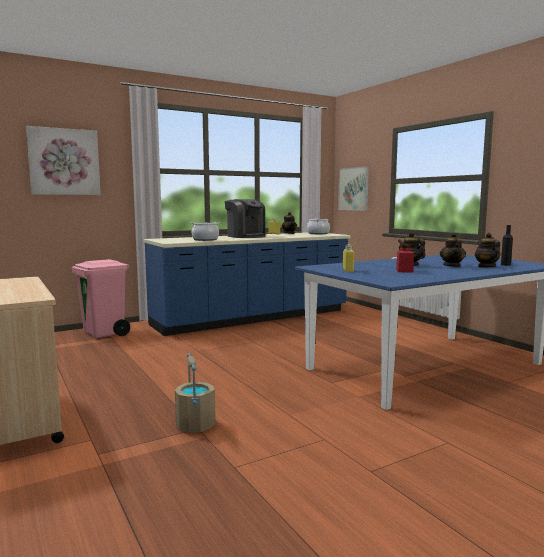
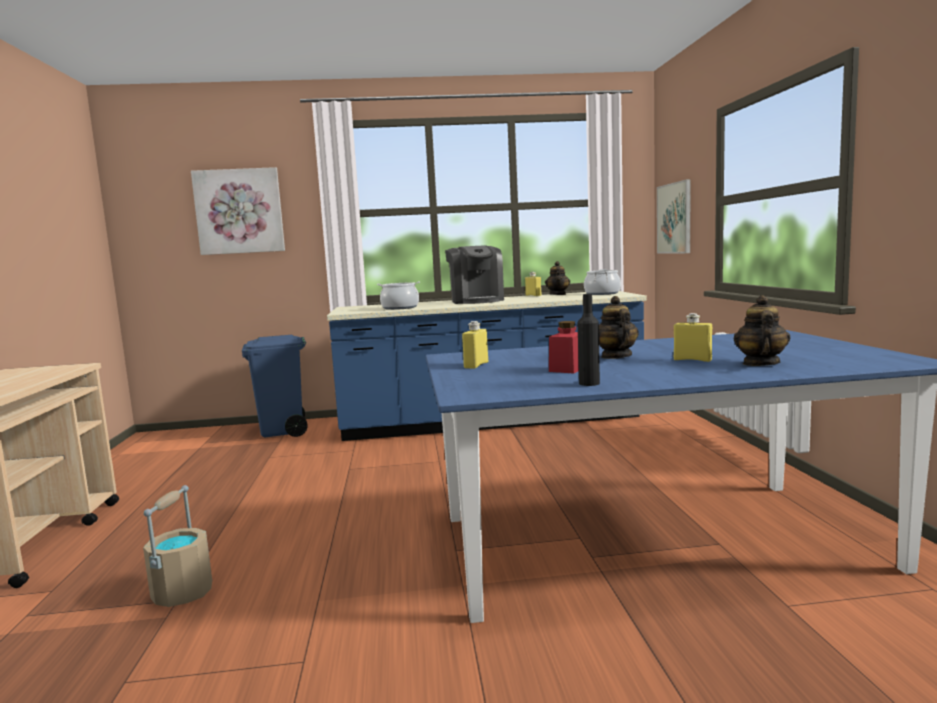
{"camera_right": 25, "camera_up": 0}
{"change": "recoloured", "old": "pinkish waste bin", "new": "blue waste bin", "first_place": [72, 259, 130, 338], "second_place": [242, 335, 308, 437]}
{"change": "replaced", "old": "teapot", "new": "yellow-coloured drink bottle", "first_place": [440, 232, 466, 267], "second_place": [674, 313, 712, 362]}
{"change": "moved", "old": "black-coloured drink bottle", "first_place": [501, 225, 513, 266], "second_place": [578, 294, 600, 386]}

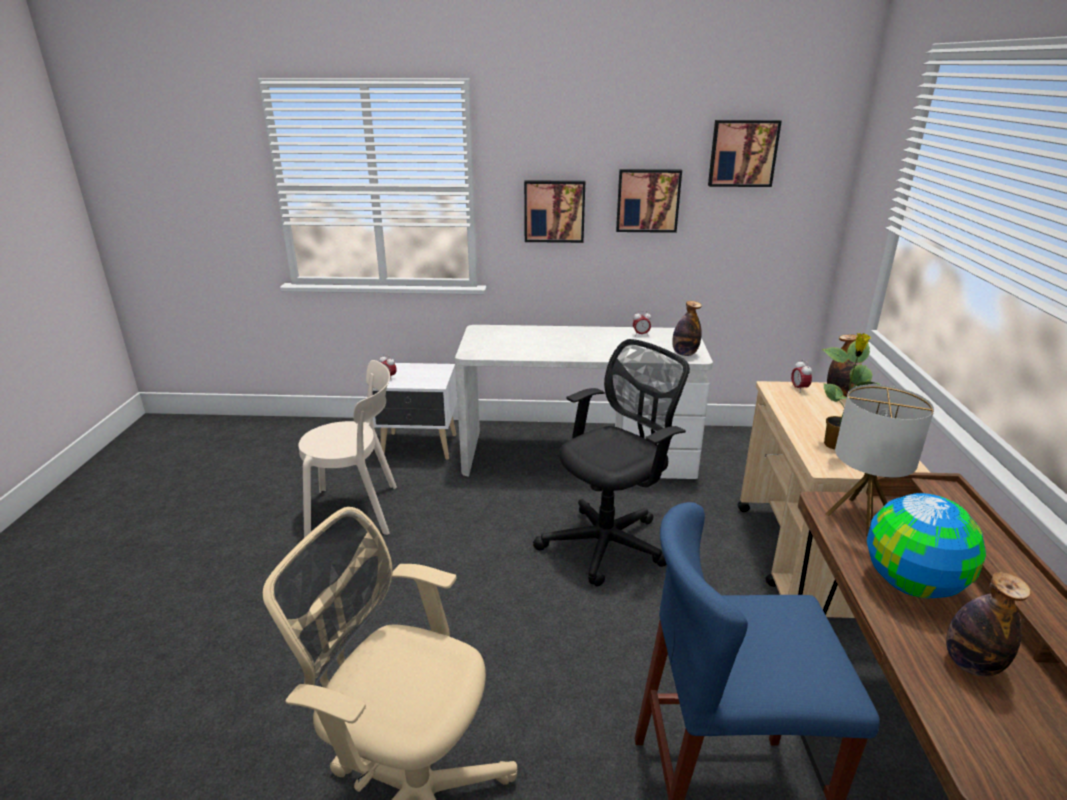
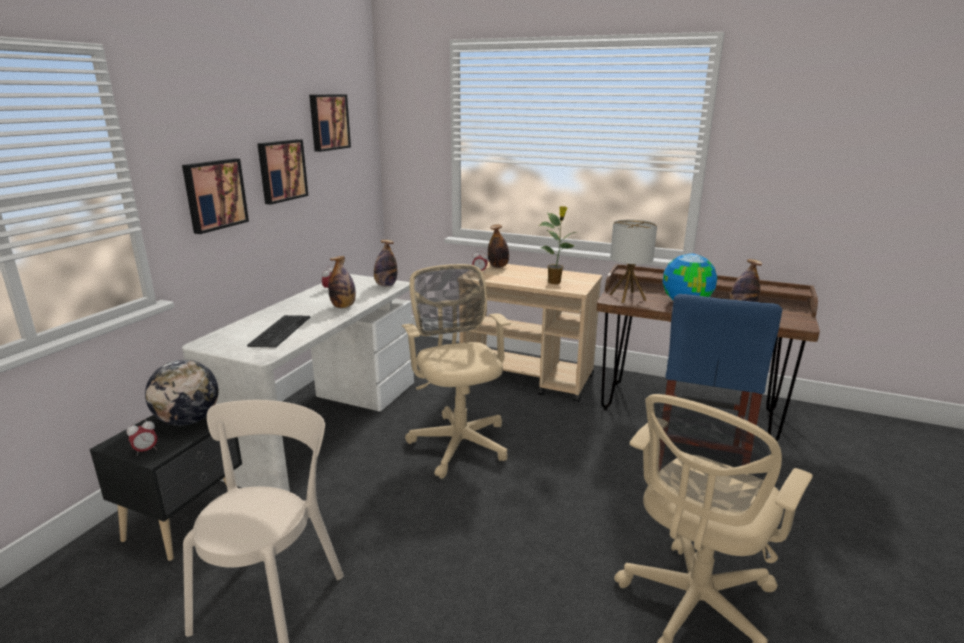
{"camera_right": -70, "camera_up": -5}
{"change": "recoloured", "old": "white bedside table", "new": "black-coloured bedside table", "first_place": [372, 363, 457, 460], "second_place": [90, 415, 242, 561]}
{"change": "recoloured", "old": "black-coloured computer chair", "new": "beige-coloured computer chair", "first_place": [533, 339, 690, 587], "second_place": [402, 264, 511, 479]}
{"change": "added", "new": "desk globe", "second_place": [145, 360, 218, 426]}
{"change": "added", "new": "keyboard", "second_place": [247, 315, 310, 348]}
{"change": "added", "new": "drink bottle", "second_place": [328, 256, 356, 308]}

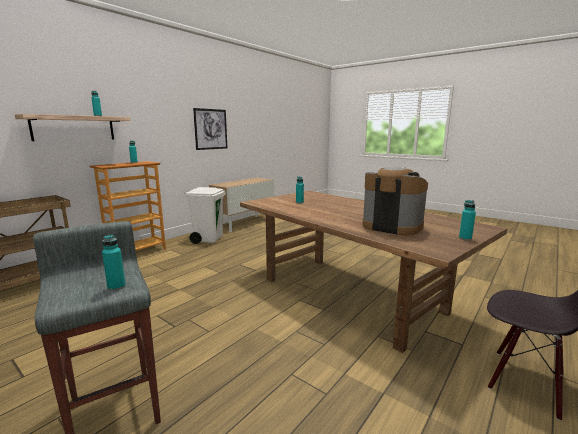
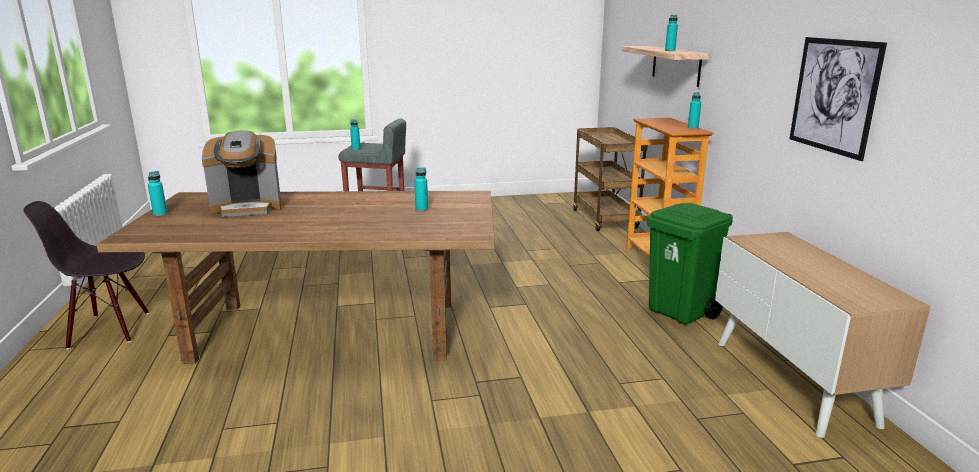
{"camera_right": 130, "camera_up": 5}
{"change": "recoloured", "old": "white waste bin", "new": "green-coloured waste bin", "first_place": [184, 187, 225, 244], "second_place": [647, 203, 733, 325]}

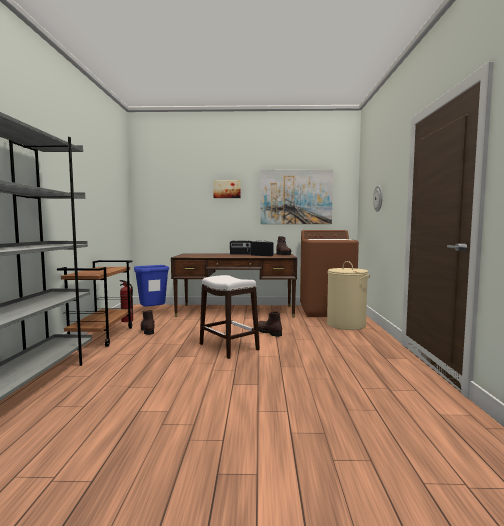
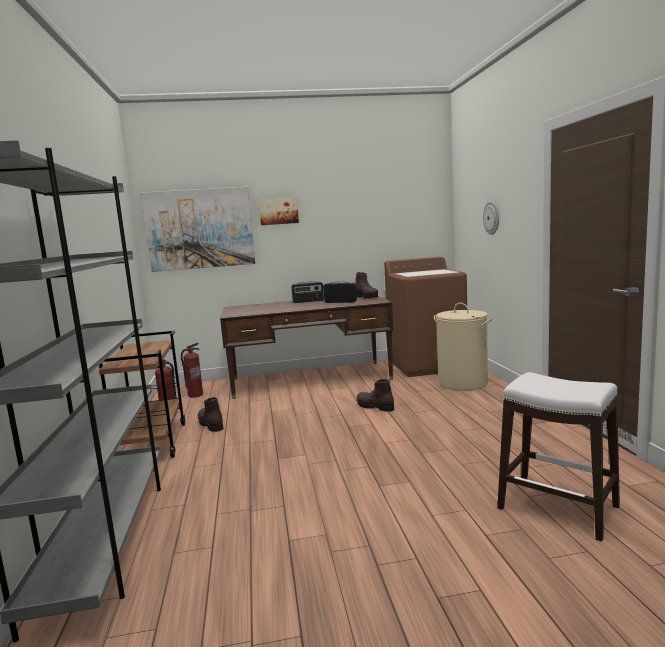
{"camera_right": -10, "camera_up": 5}
{"change": "replaced", "old": "blue waste bin", "new": "extinguisher", "first_place": [134, 265, 169, 307], "second_place": [181, 343, 203, 398]}
{"change": "moved", "old": "white sitting stool", "first_place": [200, 275, 260, 359], "second_place": [497, 372, 620, 542]}
{"change": "moved", "old": "picture", "first_place": [260, 169, 333, 224], "second_place": [141, 187, 255, 272]}

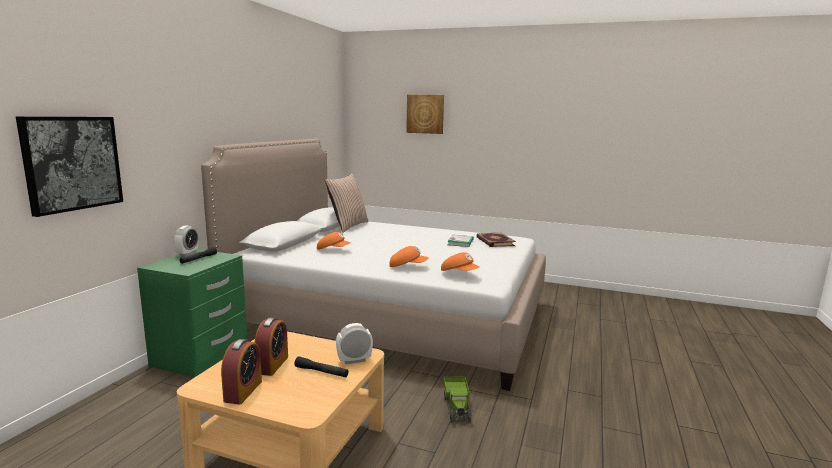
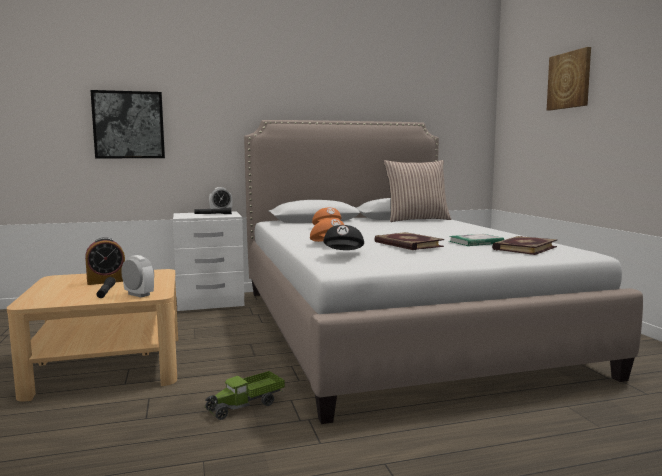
{"camera_right": 55, "camera_up": -5}
{"change": "recoloured", "old": "green-coloured bedside table", "new": "white bedside table", "first_place": [137, 249, 247, 378], "second_place": [173, 211, 244, 311]}
{"change": "removed", "old": "bedside clock", "first_place": [221, 339, 262, 405]}
{"change": "recoloured", "old": "orangey baseball cap", "new": "black-coloured baseball cap", "first_place": [441, 252, 479, 271], "second_place": [323, 225, 364, 250]}
{"change": "added", "new": "volume", "second_place": [374, 232, 444, 250]}

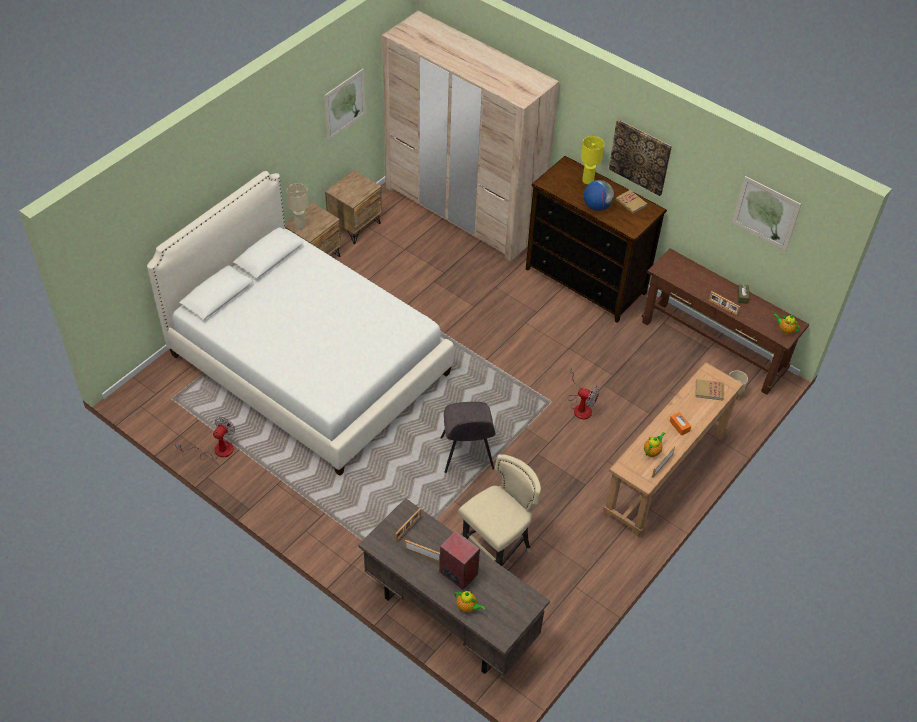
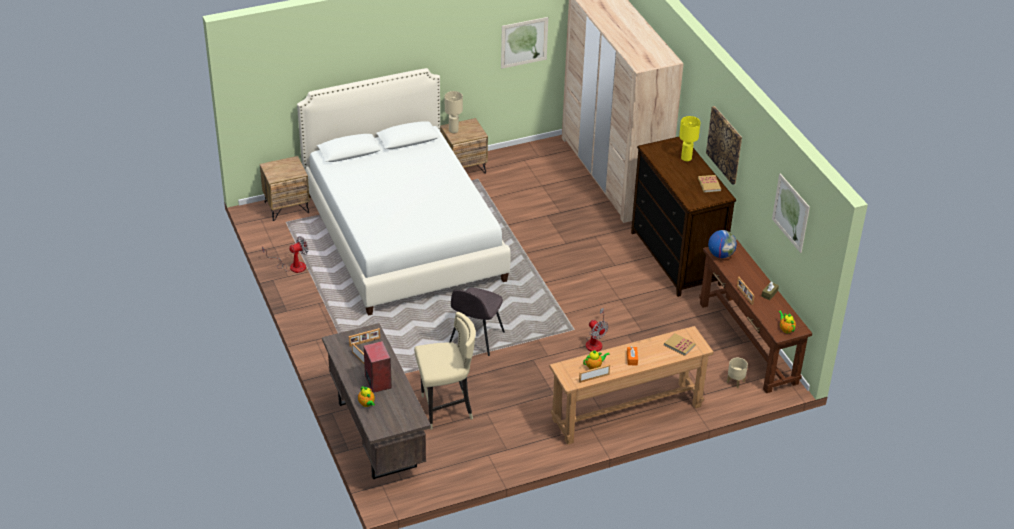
{"camera_right": 30, "camera_up": -10}
{"change": "moved", "old": "brown-coloured bedside table", "first_place": [325, 170, 382, 244], "second_place": [260, 156, 310, 221]}
{"change": "moved", "old": "desk globe", "first_place": [584, 180, 614, 211], "second_place": [708, 230, 737, 258]}

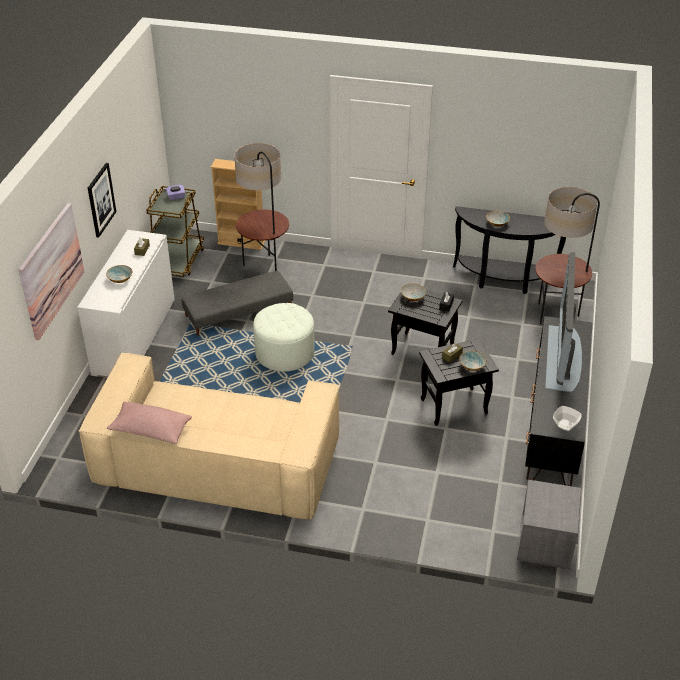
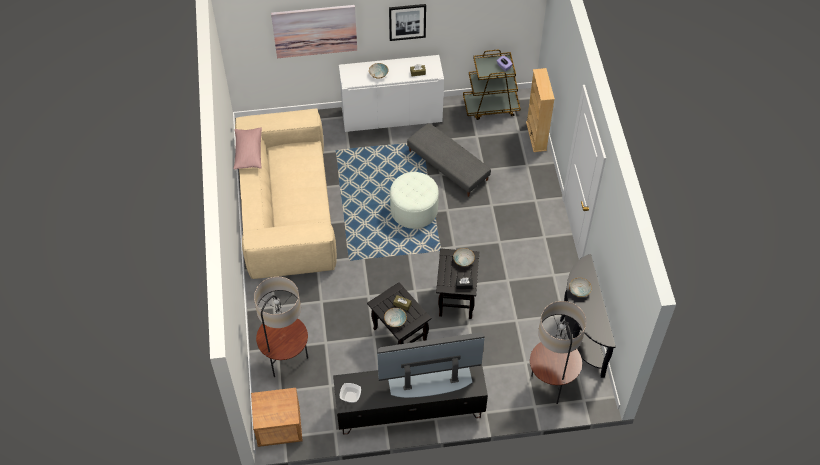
{"camera_right": 70, "camera_up": 15}
{"change": "moved", "old": "standard lamp", "first_place": [234, 143, 289, 271], "second_place": [254, 277, 308, 377]}
{"change": "recoloured", "old": "grey bedside table", "new": "brown-coloured bedside table", "first_place": [517, 480, 581, 569], "second_place": [251, 388, 302, 447]}

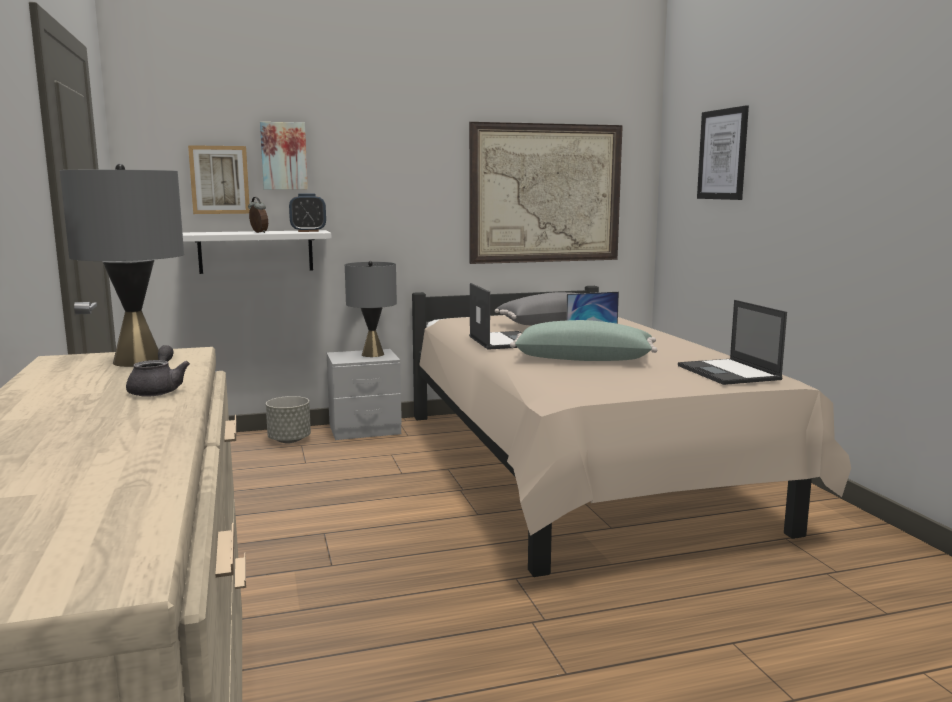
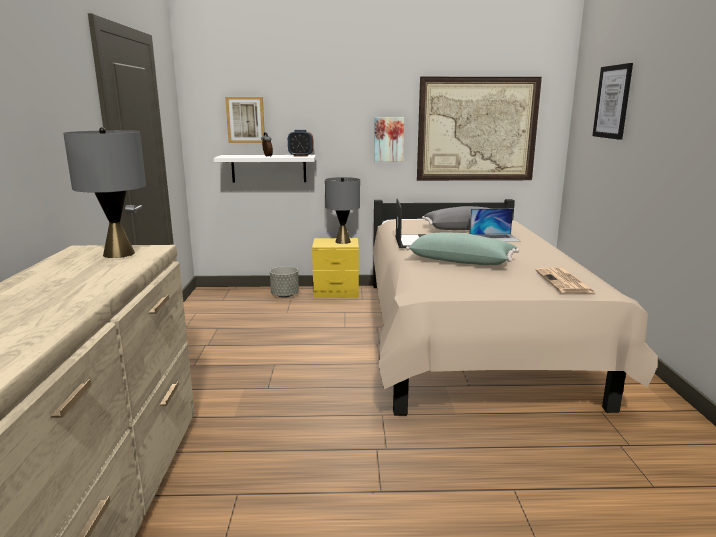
{"camera_right": 15, "camera_up": 5}
{"change": "removed", "old": "grey teapot", "first_place": [126, 345, 190, 396]}
{"change": "moved", "old": "picture", "first_place": [260, 122, 308, 190], "second_place": [374, 117, 404, 162]}
{"change": "recoloured", "old": "grey bedside table", "new": "yellow-coloured bedside table", "first_place": [327, 349, 402, 440], "second_place": [312, 238, 359, 298]}
{"change": "replaced", "old": "laptop", "new": "daily paper", "first_place": [678, 300, 787, 385], "second_place": [535, 268, 596, 293]}

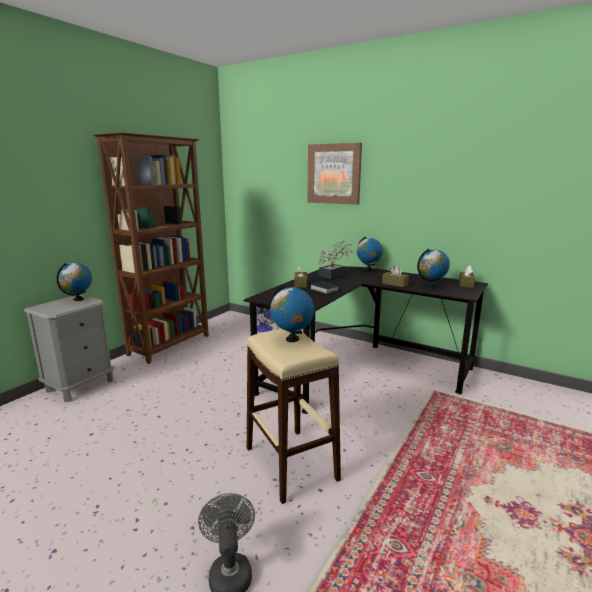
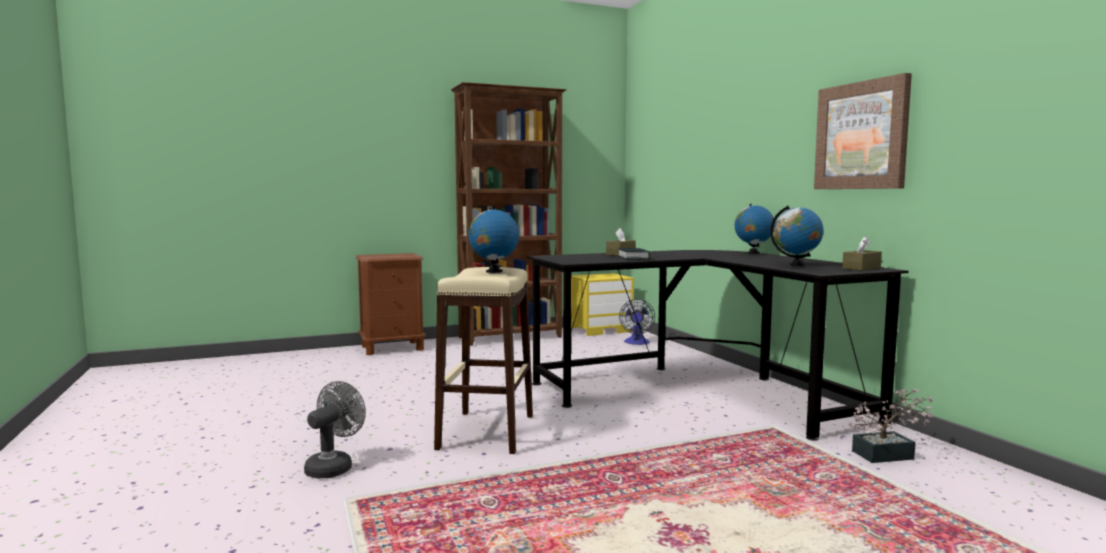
{"camera_right": 35, "camera_up": -10}
{"change": "recoloured", "old": "grey bedside table", "new": "brown-coloured bedside table", "first_place": [24, 295, 114, 402], "second_place": [356, 253, 426, 355]}
{"change": "removed", "old": "desk globe", "first_place": [57, 263, 92, 301]}
{"change": "moved", "old": "picture", "first_place": [308, 143, 362, 205], "second_place": [814, 73, 912, 189]}
{"change": "moved", "old": "houseplant", "first_place": [319, 241, 353, 279], "second_place": [849, 389, 934, 463]}
{"change": "removed", "old": "brown-coloured box of tissues", "first_place": [382, 265, 409, 287]}
{"change": "added", "new": "yellow-coloured bedside table", "second_place": [571, 273, 634, 336]}

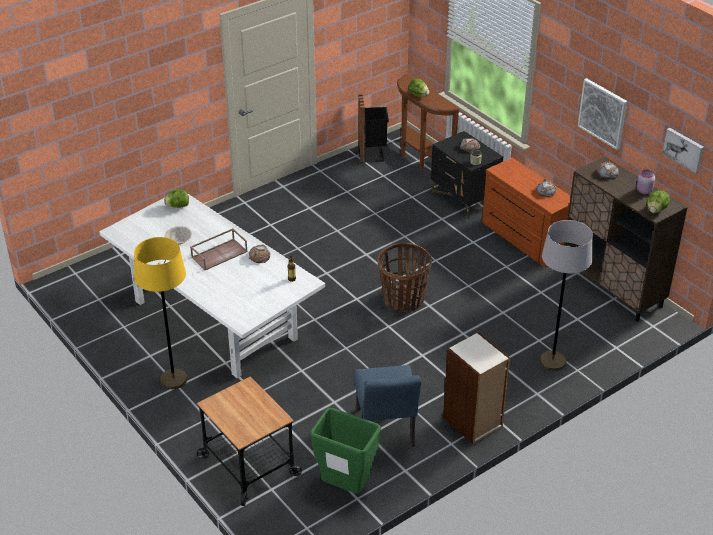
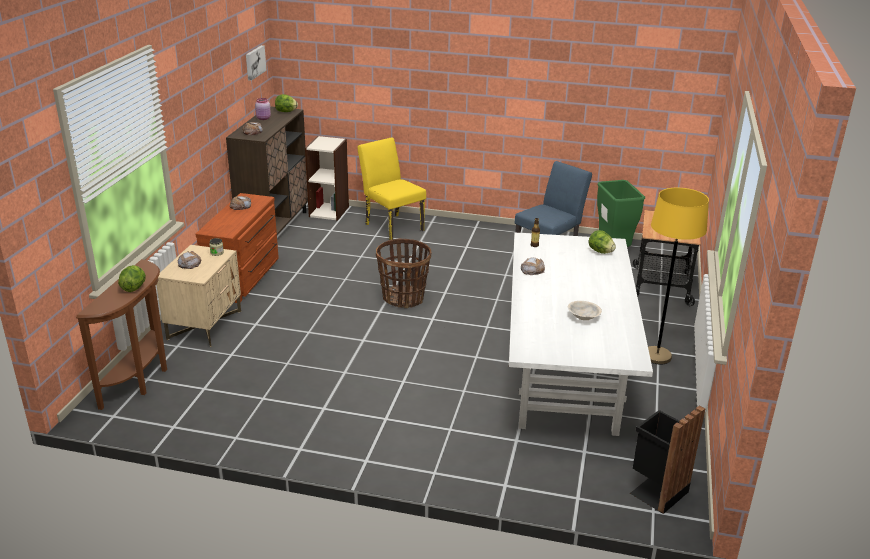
{"camera_right": -130, "camera_up": -10}
{"change": "moved", "old": "lettuce head", "first_place": [164, 189, 189, 208], "second_place": [589, 230, 616, 254]}
{"change": "removed", "old": "brown-coloured serving tray", "first_place": [190, 229, 248, 270]}
{"change": "moved", "old": "black-coloured waste bin", "first_place": [358, 93, 389, 163], "second_place": [630, 405, 706, 514]}
{"change": "recoloured", "old": "black-coloured bedside table", "new": "beige-coloured bedside table", "first_place": [431, 131, 503, 219], "second_place": [156, 245, 241, 347]}
{"change": "moved", "old": "bookshelf", "first_place": [443, 332, 510, 444], "second_place": [305, 136, 349, 221]}
{"change": "replaced", "old": "grey standard lamp", "new": "yellow-coloured upright chair", "first_place": [539, 220, 593, 371], "second_place": [358, 137, 426, 240]}
{"change": "removed", "old": "picture", "first_place": [578, 78, 627, 150]}

